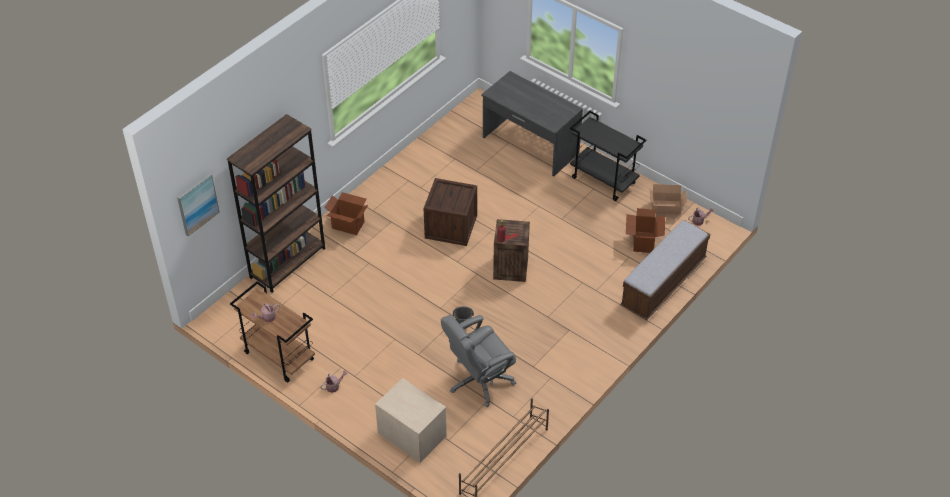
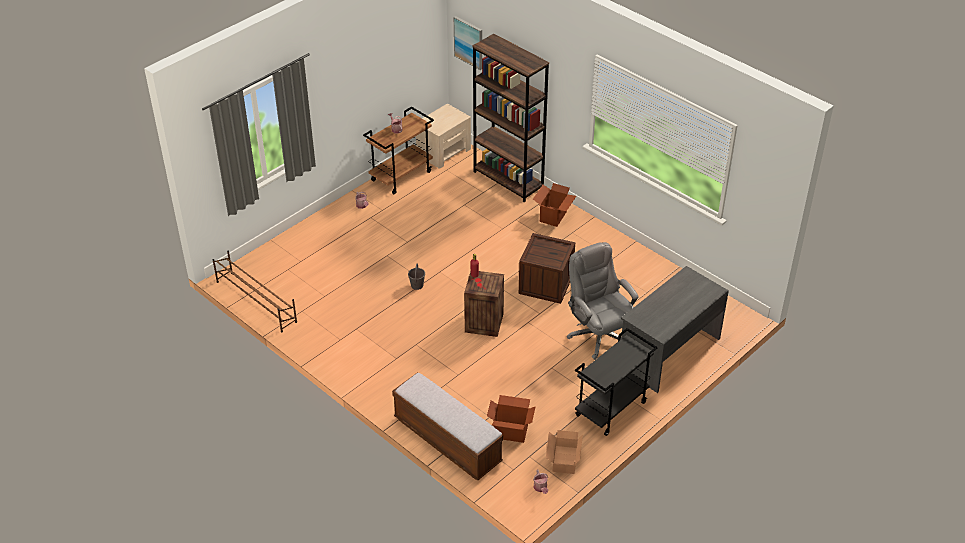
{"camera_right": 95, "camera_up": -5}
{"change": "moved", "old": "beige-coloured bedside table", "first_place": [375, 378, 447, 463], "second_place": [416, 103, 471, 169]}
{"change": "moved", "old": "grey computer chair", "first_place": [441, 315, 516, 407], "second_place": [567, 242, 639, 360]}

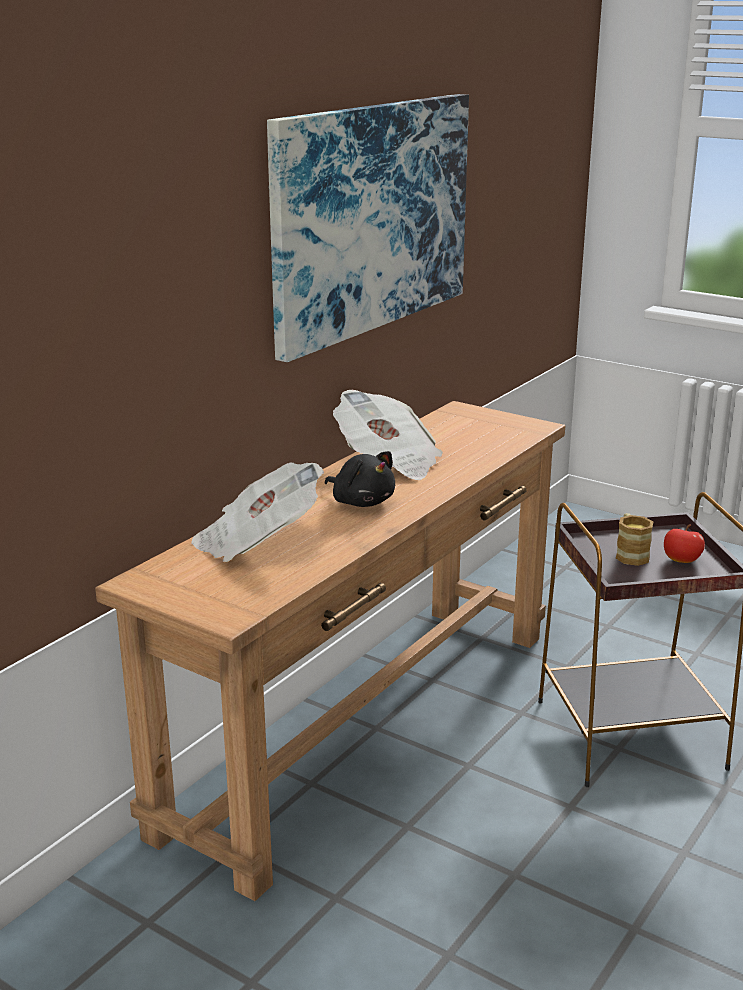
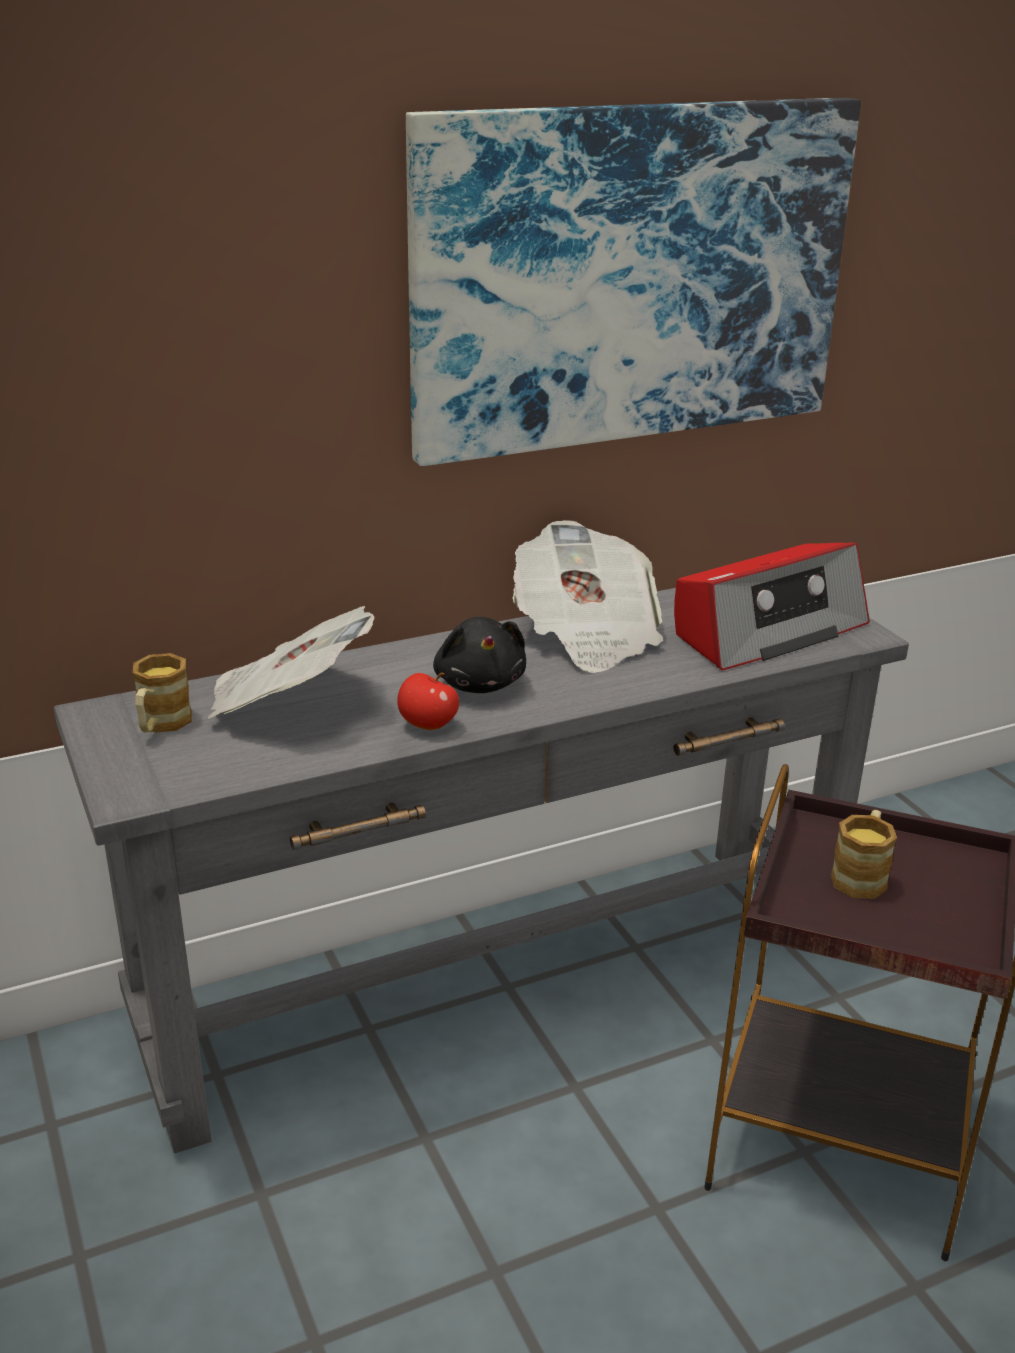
{"camera_right": 30, "camera_up": 5}
{"change": "recoloured", "old": "brown-coloured console table", "new": "grey console table", "first_place": [95, 401, 565, 901], "second_place": [54, 588, 909, 1153]}
{"change": "moved", "old": "whole apple", "first_place": [664, 524, 705, 563], "second_place": [397, 673, 459, 730]}
{"change": "added", "new": "tea mug", "second_place": [133, 653, 192, 733]}
{"change": "added", "new": "radio receiver", "second_place": [674, 542, 870, 671]}

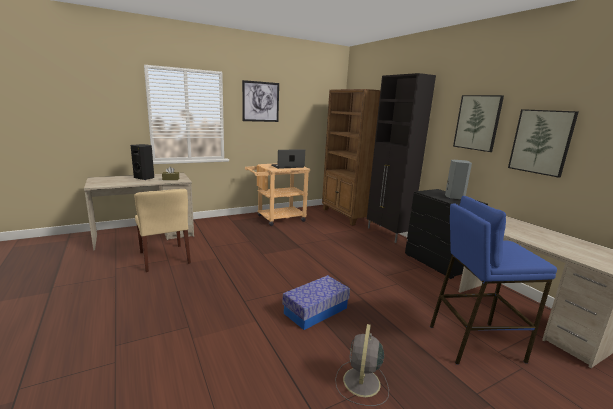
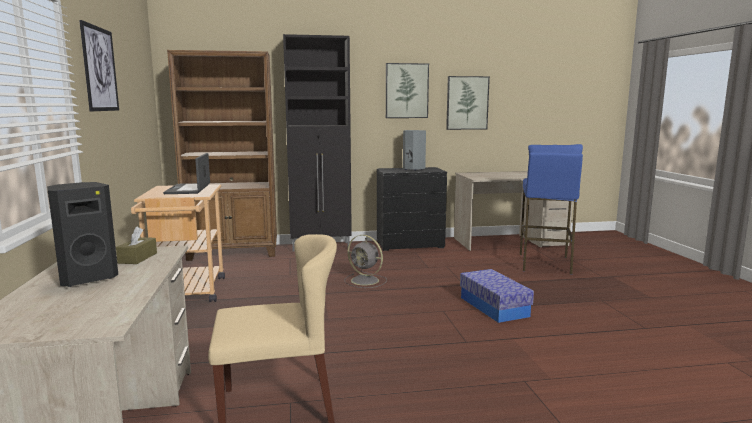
{"camera_right": -70, "camera_up": -5}
{"change": "moved", "old": "grey cooling fan", "first_place": [335, 324, 389, 406], "second_place": [344, 235, 387, 288]}

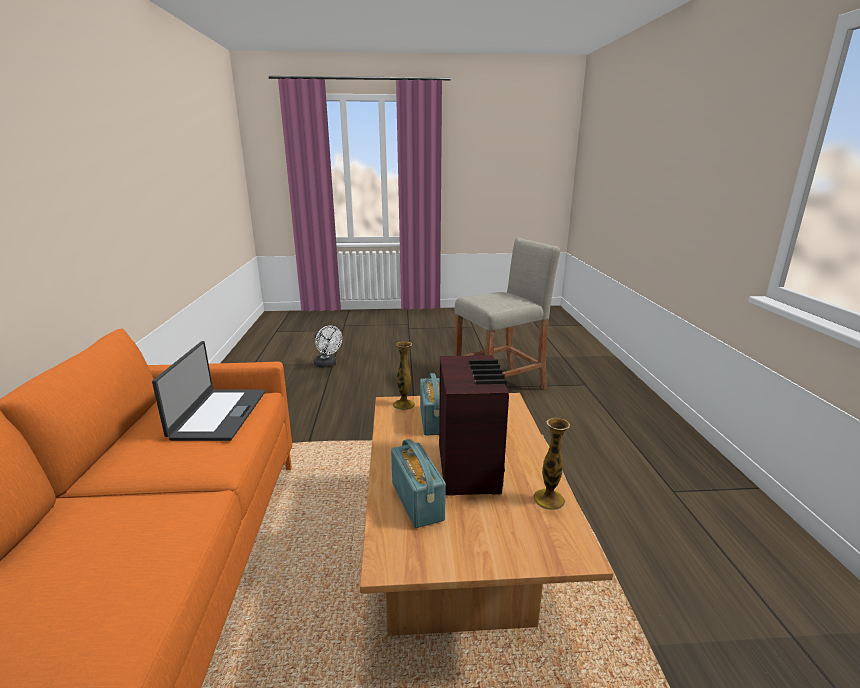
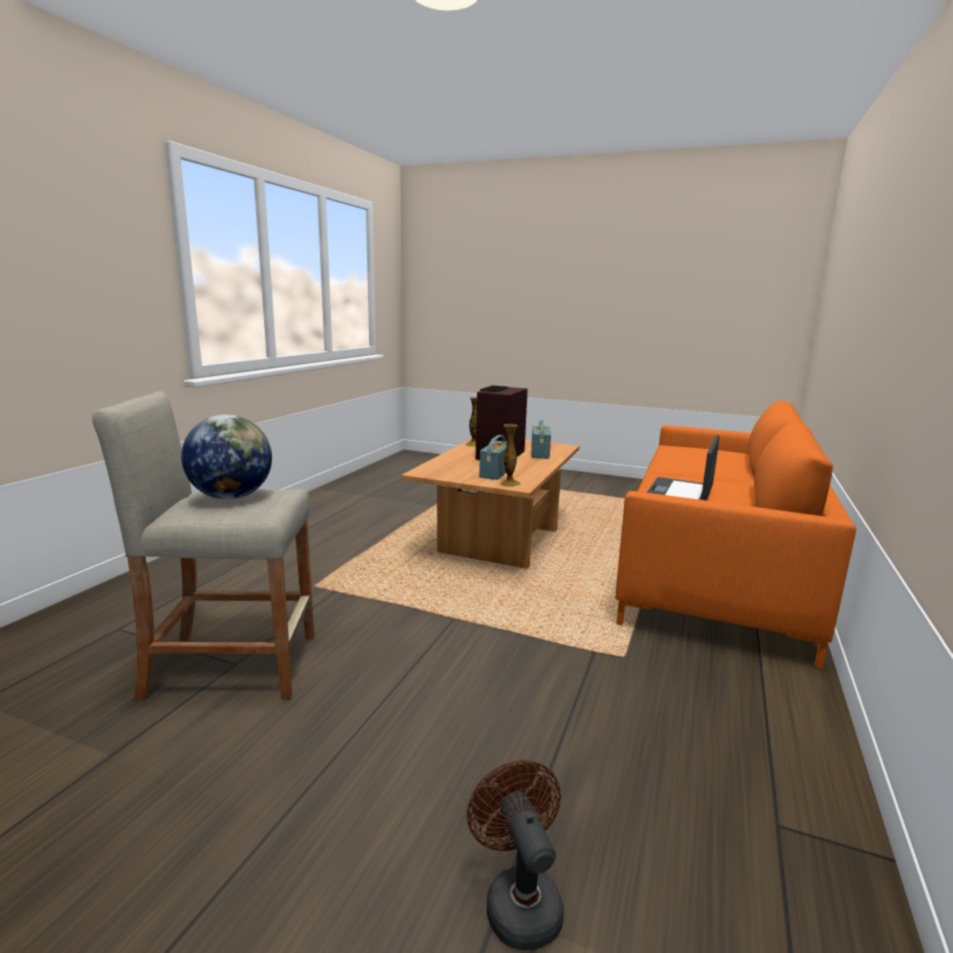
{"camera_right": -155, "camera_up": -5}
{"change": "recoloured", "old": "white cooling fan", "new": "brown-coloured cooling fan", "first_place": [314, 325, 342, 368], "second_place": [467, 760, 564, 951]}
{"change": "added", "new": "desk globe", "second_place": [181, 415, 272, 500]}

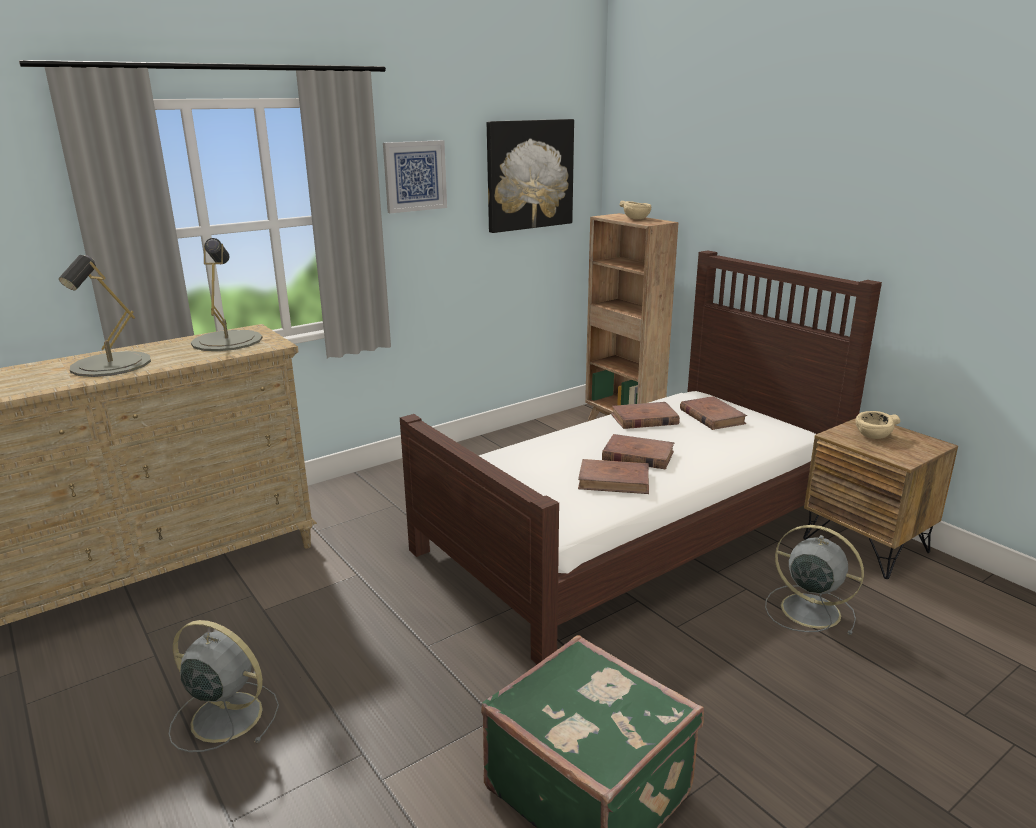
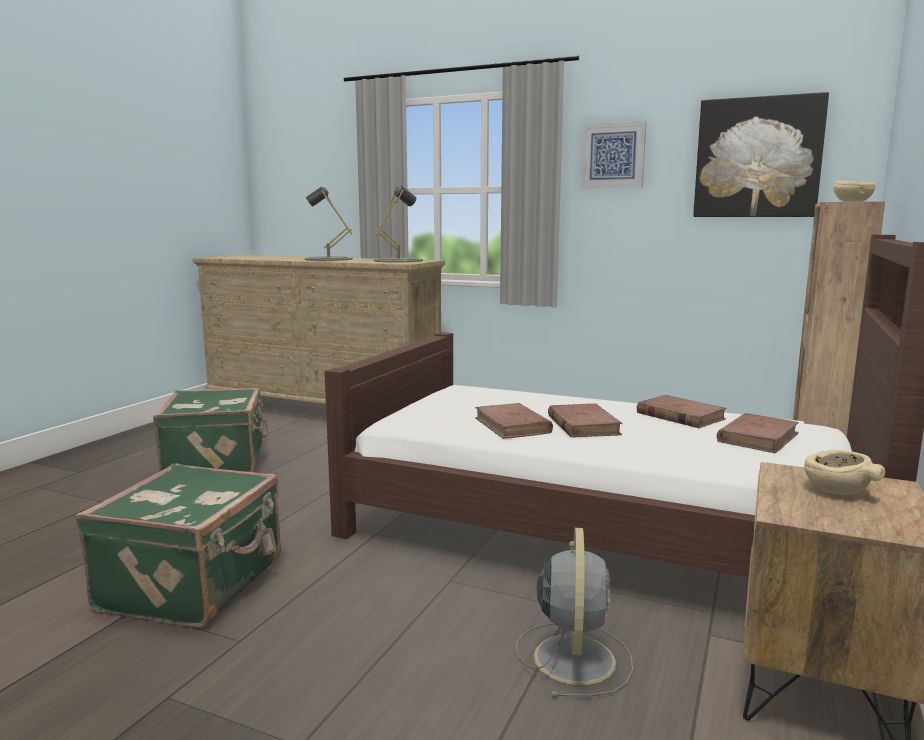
{"camera_right": 60, "camera_up": -10}
{"change": "replaced", "old": "grey cooling fan", "new": "green-coloured travel case", "first_place": [169, 620, 279, 752], "second_place": [153, 388, 269, 472]}

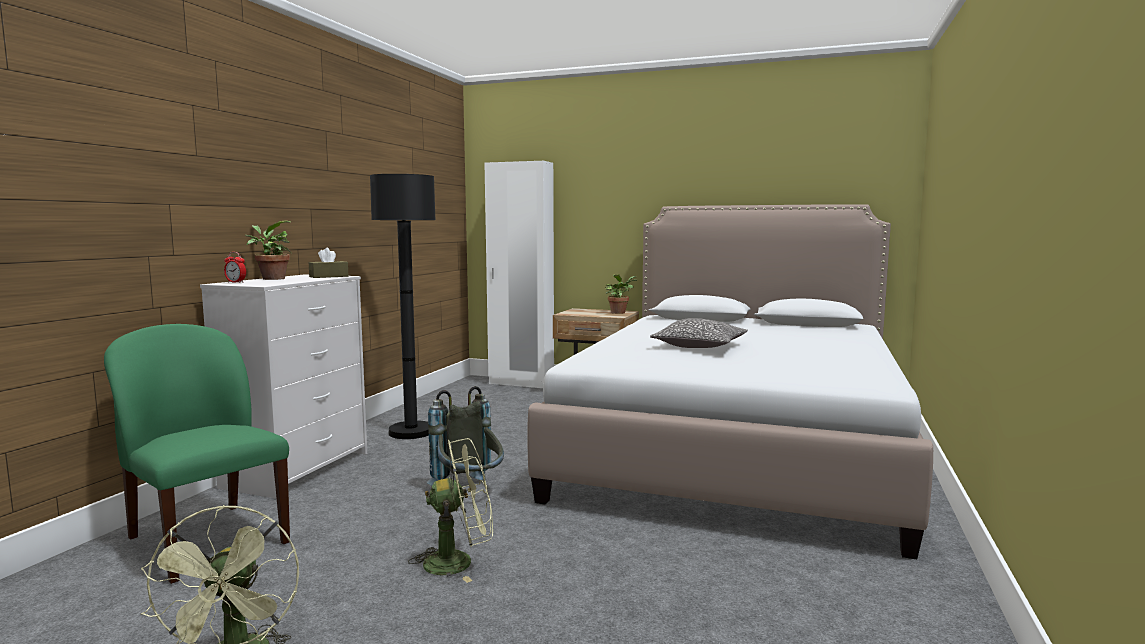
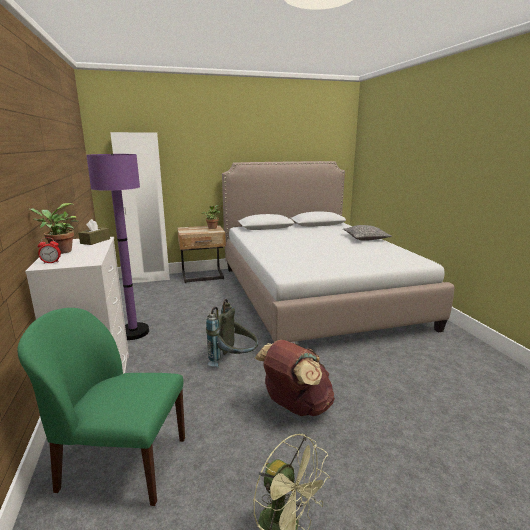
{"camera_right": -35, "camera_up": 10}
{"change": "recoloured", "old": "black-coloured standard lamp", "new": "purple-coloured standard lamp", "first_place": [370, 174, 435, 439], "second_place": [86, 154, 149, 340]}
{"change": "replaced", "old": "green-coloured cooling fan", "new": "brown-coloured rucksack", "first_place": [408, 438, 493, 583], "second_place": [254, 340, 335, 416]}
{"change": "moved", "old": "pillow", "first_place": [650, 318, 748, 348], "second_place": [343, 225, 392, 241]}

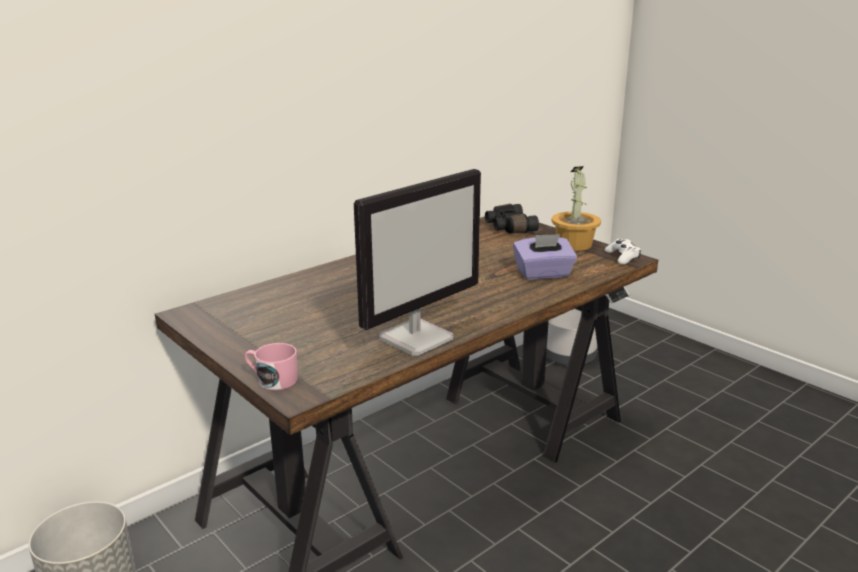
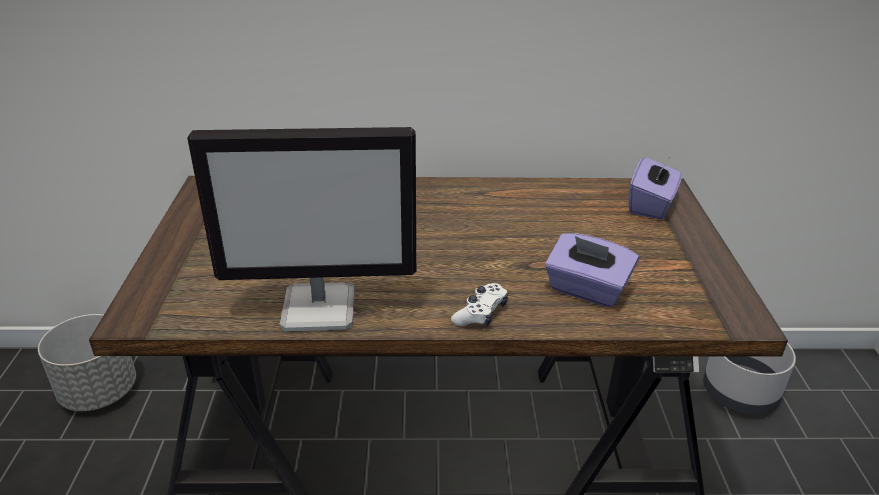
{"camera_right": 40, "camera_up": 10}
{"change": "removed", "old": "pinkish tea mug", "first_place": [245, 343, 298, 390]}
{"change": "replaced", "old": "black-coloured field glasses", "new": "purple-coloured box of tissues", "first_place": [485, 204, 539, 233], "second_place": [629, 156, 682, 220]}
{"change": "removed", "old": "houseplant", "first_place": [551, 166, 601, 251]}
{"change": "moved", "old": "white gamepad", "first_place": [605, 239, 641, 265], "second_place": [451, 283, 508, 326]}

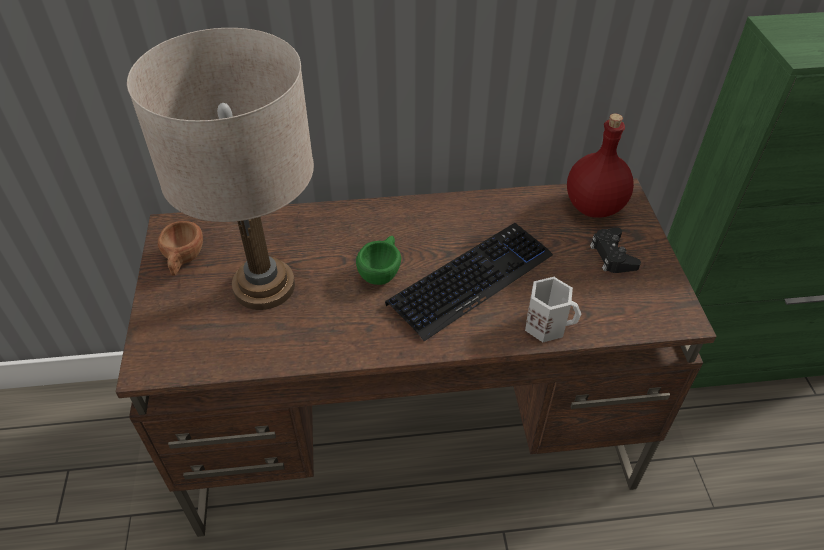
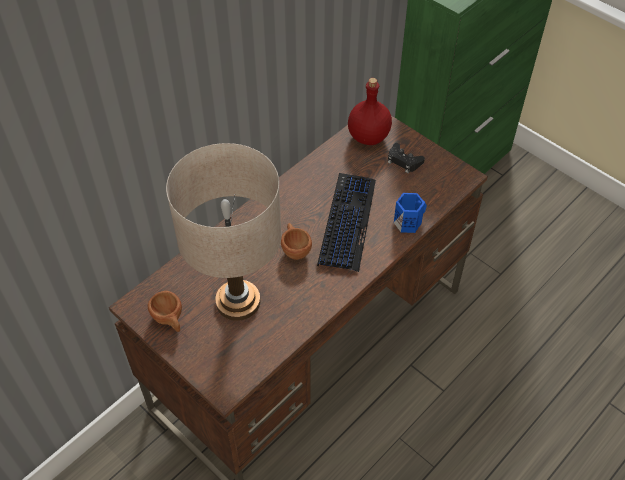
{"camera_right": -40, "camera_up": 5}
{"change": "recoloured", "old": "green-coloured small cup", "new": "brown-coloured small cup", "first_place": [356, 236, 401, 285], "second_place": [281, 223, 312, 260]}
{"change": "recoloured", "old": "white tea mug", "new": "blue tea mug", "first_place": [525, 277, 581, 342], "second_place": [394, 193, 427, 233]}

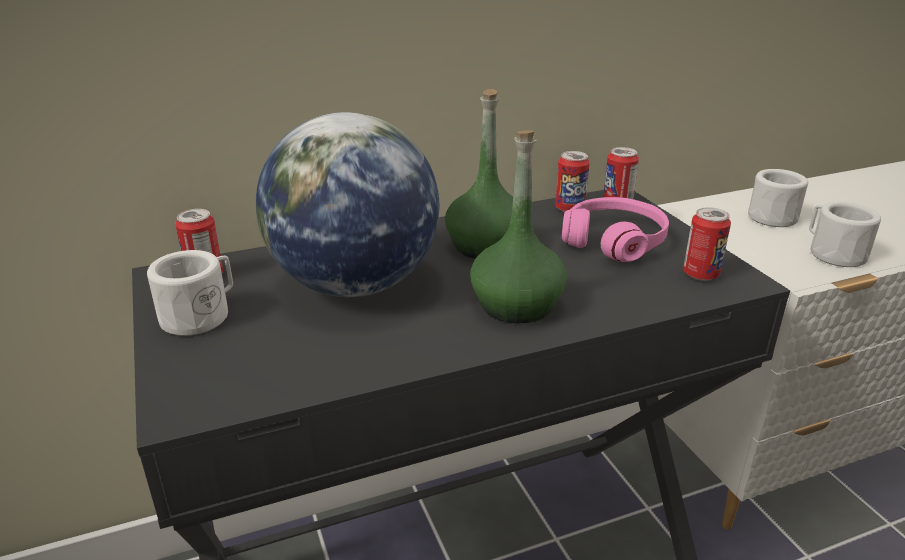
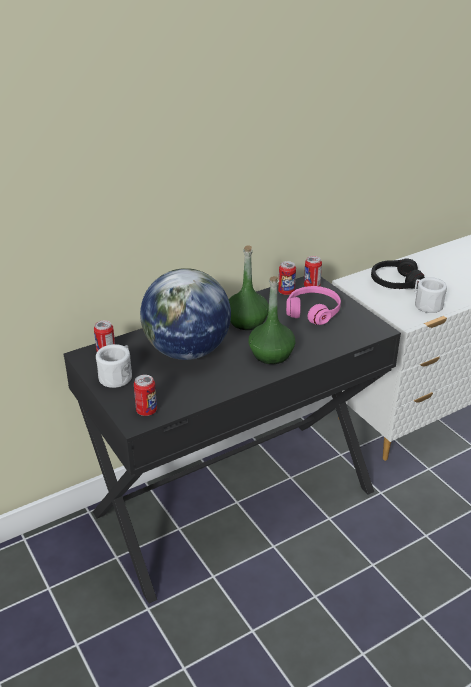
{"camera_right": -10, "camera_up": 5}
{"change": "moved", "old": "metal can", "first_place": [683, 207, 731, 281], "second_place": [134, 375, 157, 416]}
{"change": "replaced", "old": "white tea mug", "new": "black-coloured headphones", "first_place": [748, 169, 808, 227], "second_place": [371, 259, 425, 289]}

